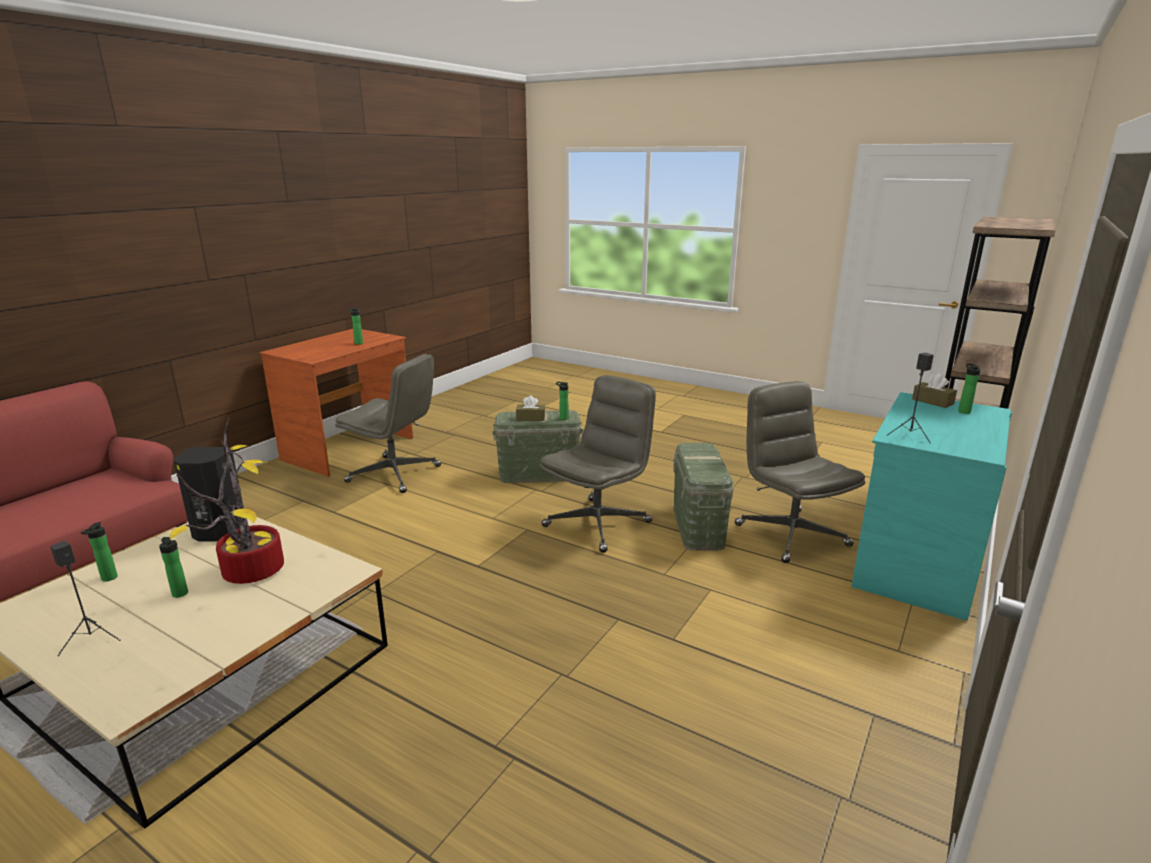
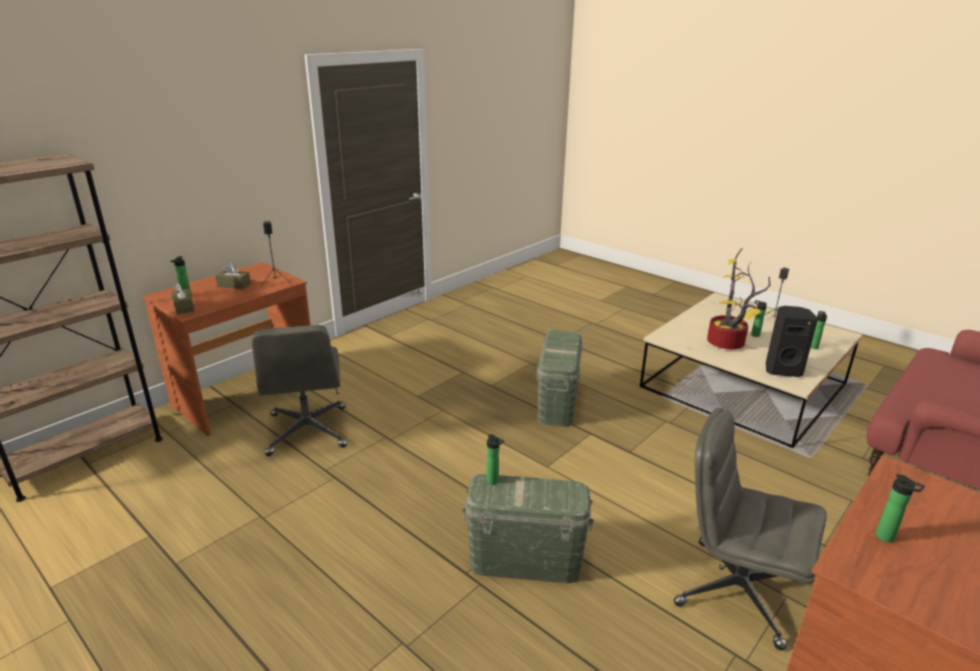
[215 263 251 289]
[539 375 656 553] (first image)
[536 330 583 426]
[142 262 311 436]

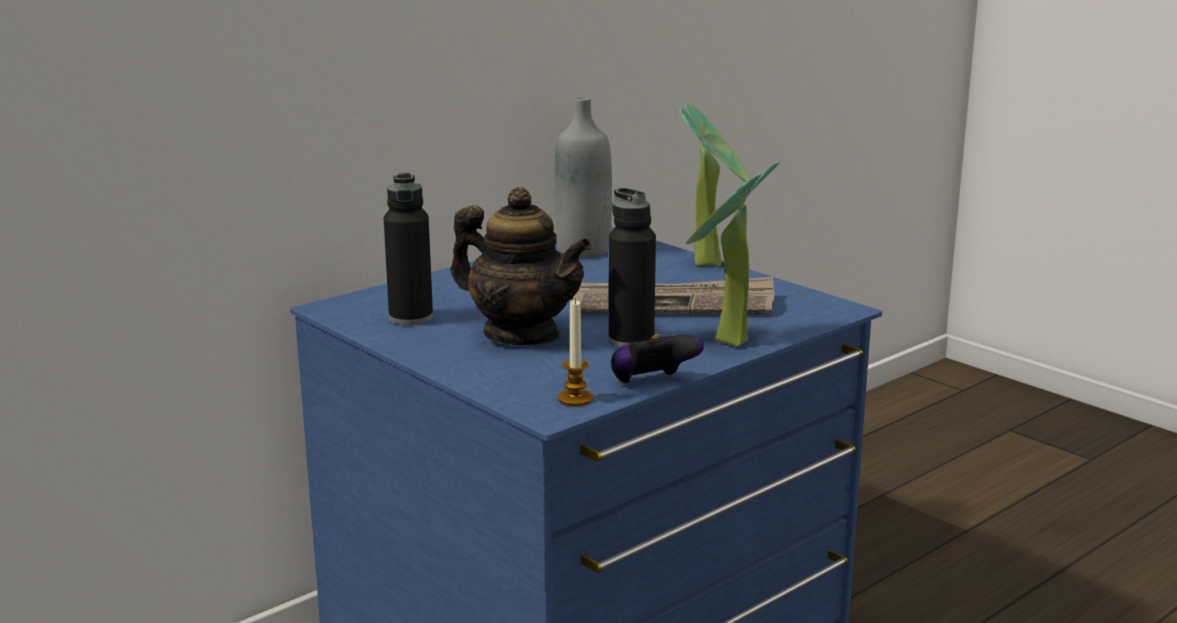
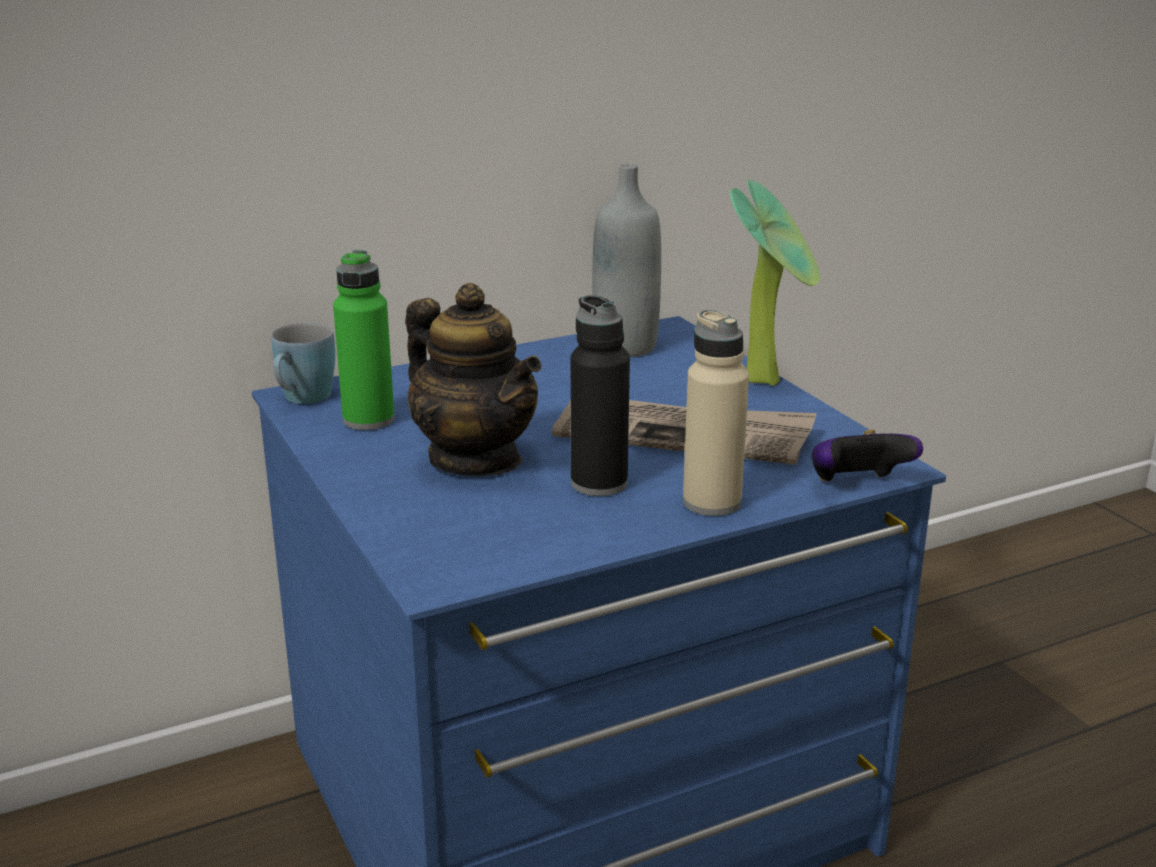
[333 250 395 430]
[558 298 594 406] (first image)
[812 429 923 481]
[683 310 749 516]
[271 322 335 404]

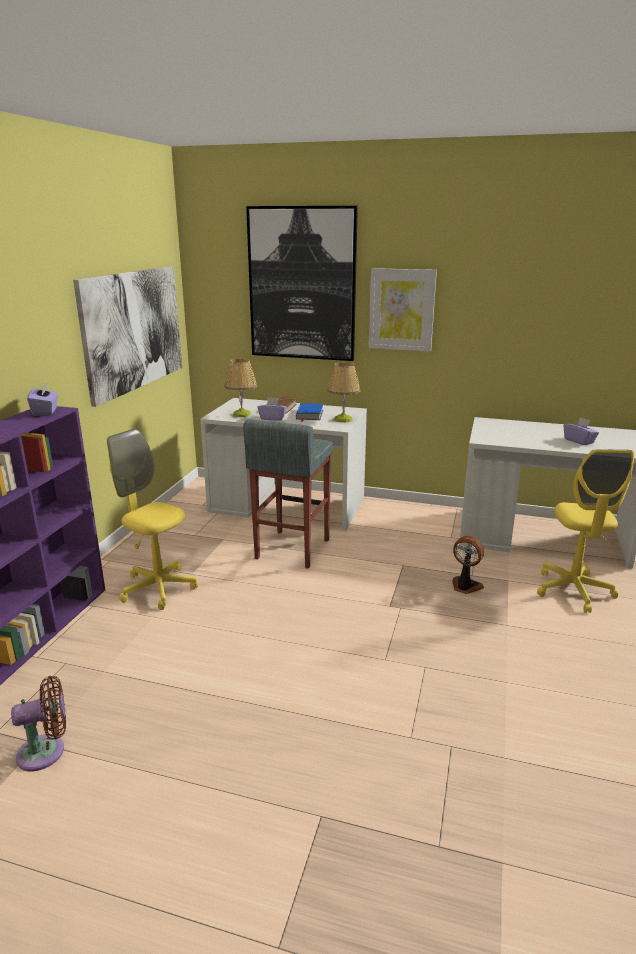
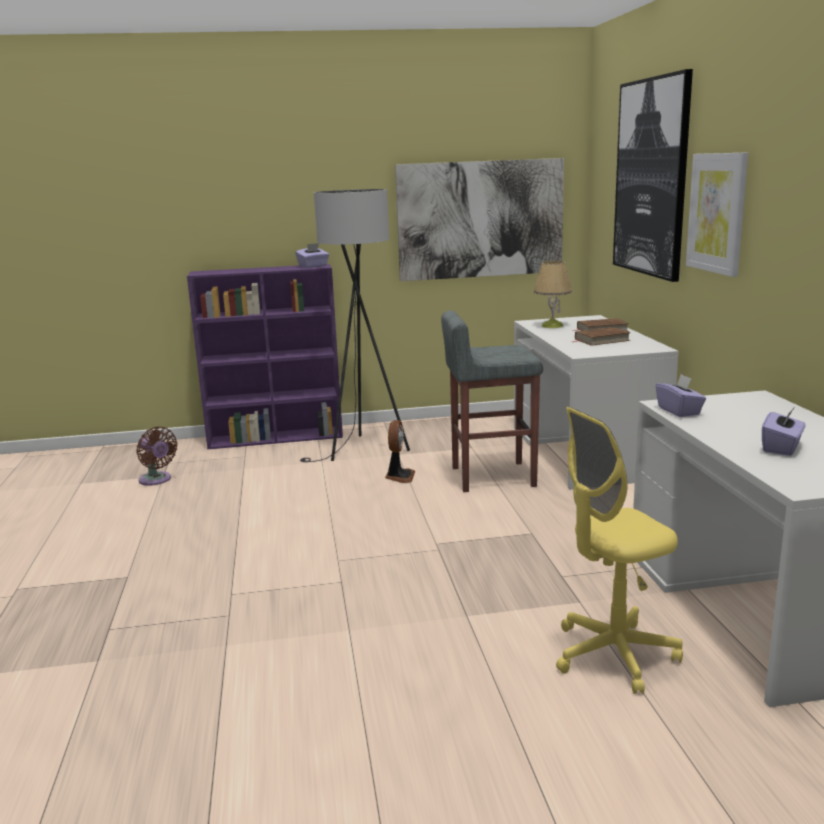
[300 189 410 462]
[656 374 706 417]
[574 327 631 346]
[327 362 361 422] (first image)
[385 420 415 483]

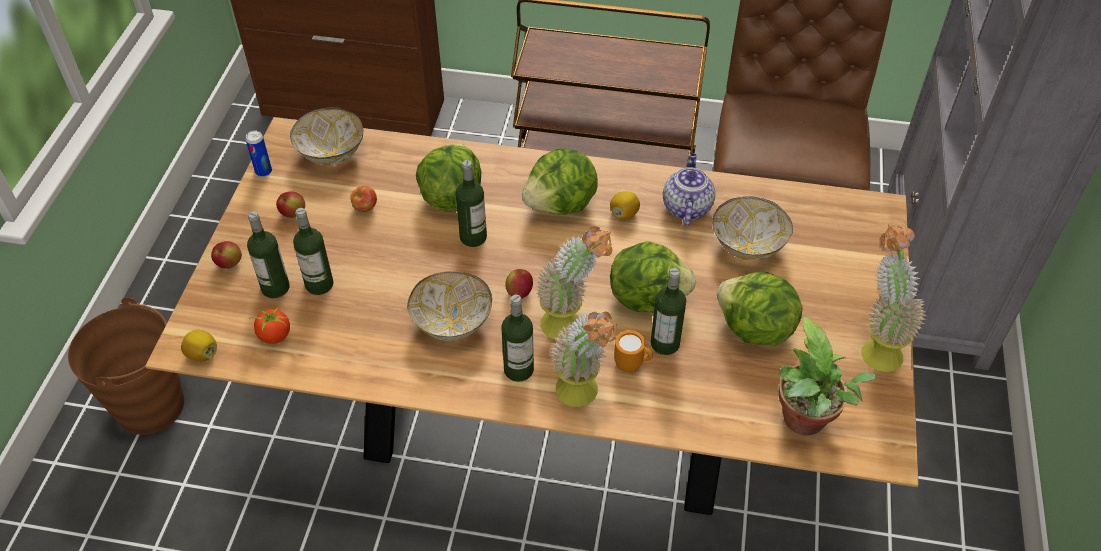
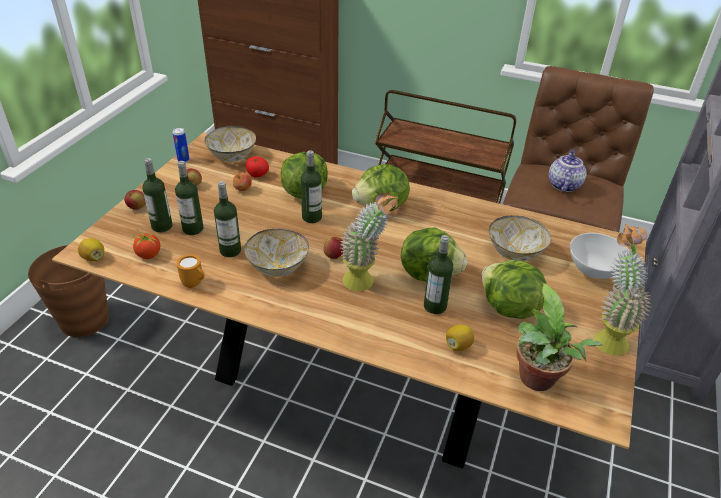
[214 181 241 257]
[550 310 617 407] (first image)
[446 325 474 351]
[177 254 205 288]
[548 149 587 192]
[246 157 269 177]
[570 233 629 279]

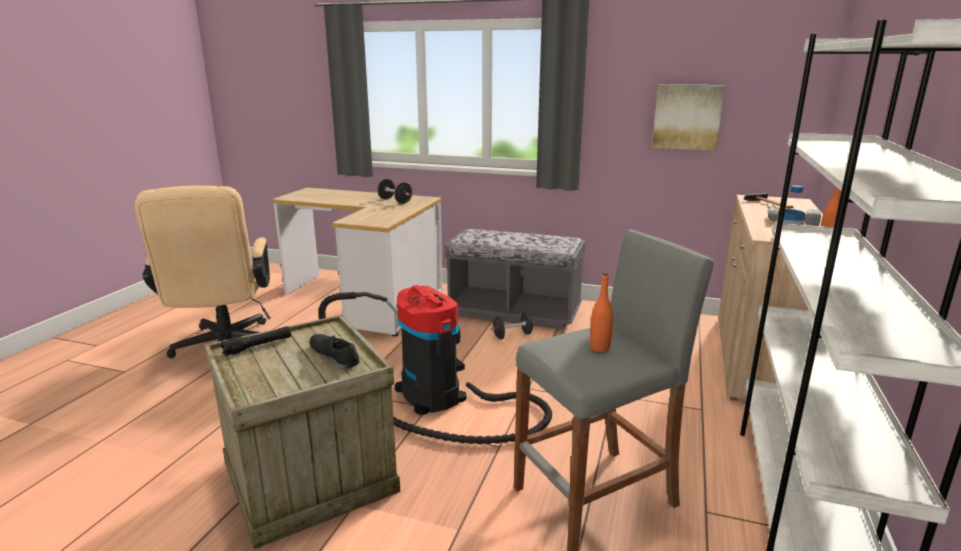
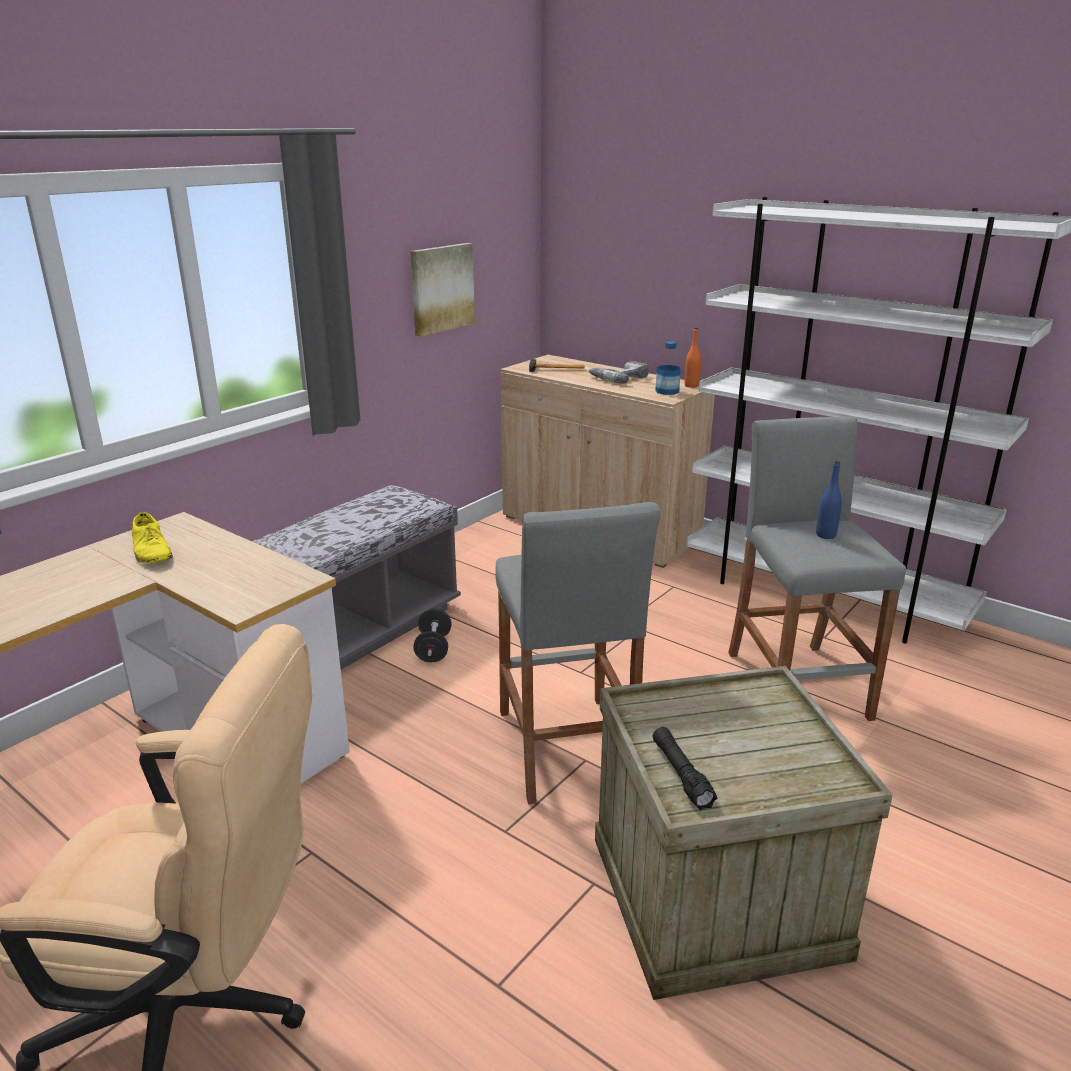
[309 334 360 369] (first image)
[495 502 660 805]
[132 512 173 563]
[816 461 842 539]

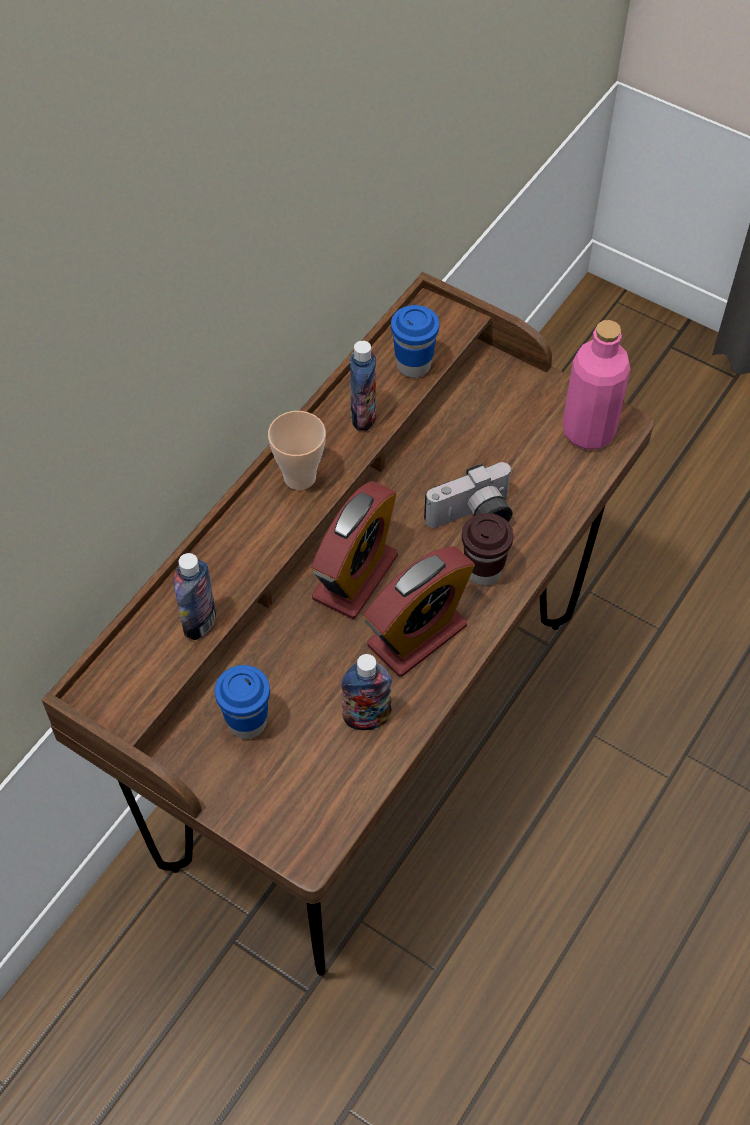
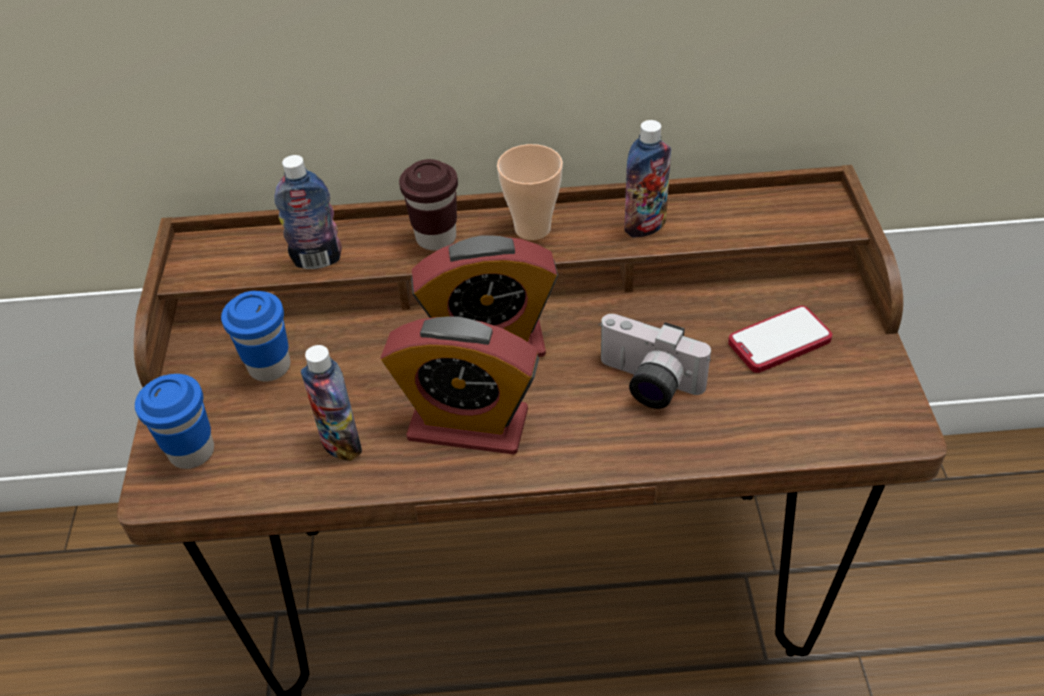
[135 374 214 469]
[399 159 458 250]
[562 320 630 450] (first image)
[728 306 832 373]

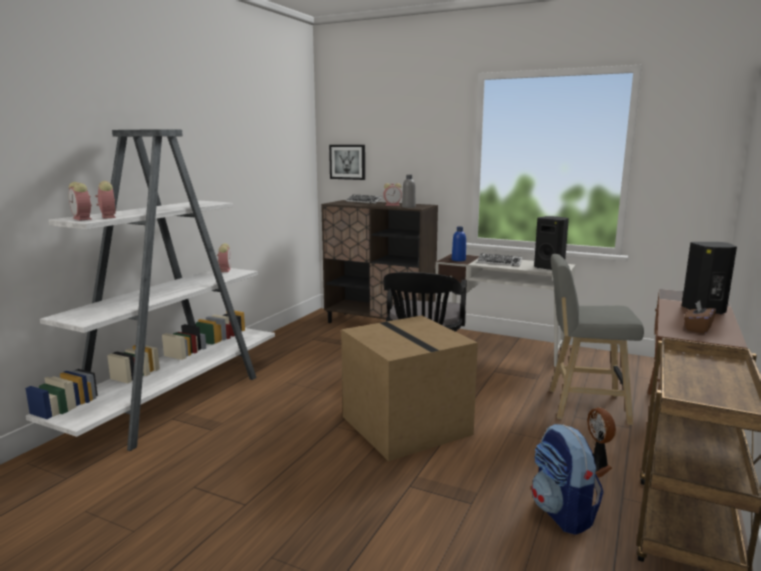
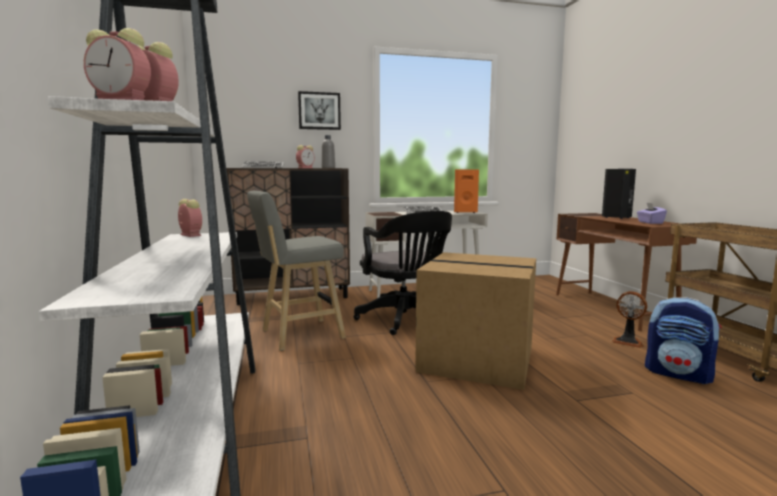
[298 91 341 130]
[452 227 466 261] (first image)
[454 169 479 213]
[247 191 346 351]
[637 203 667 224]

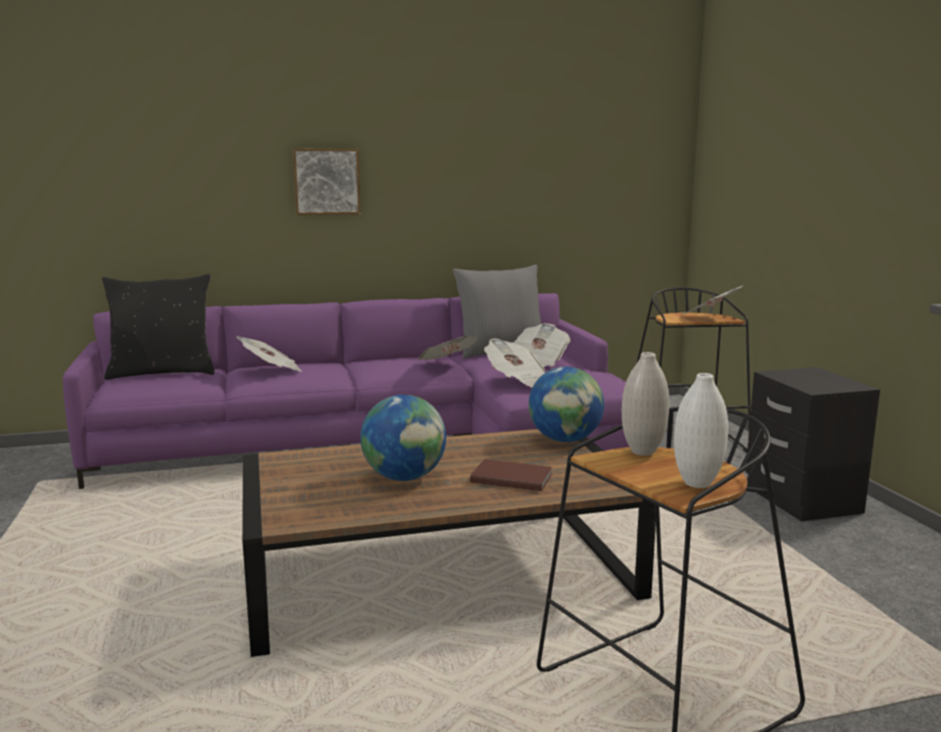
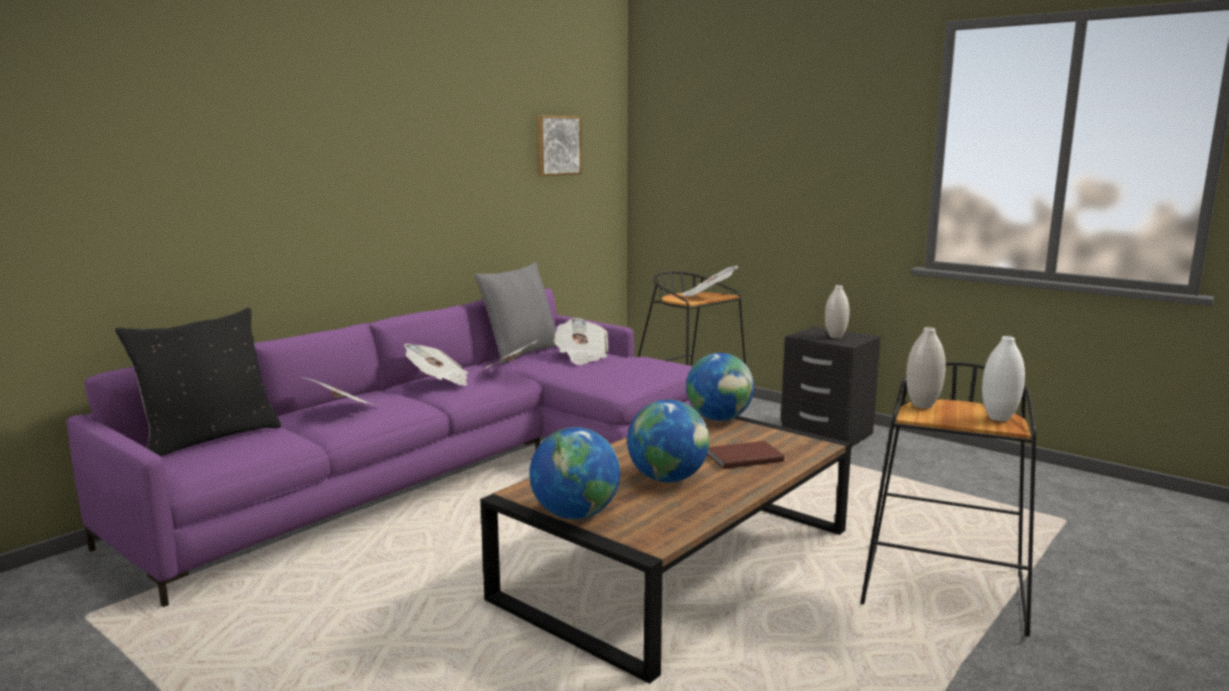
[536 115 582 176]
[404 343 468 386]
[529 427 620 519]
[825 285 849 338]

